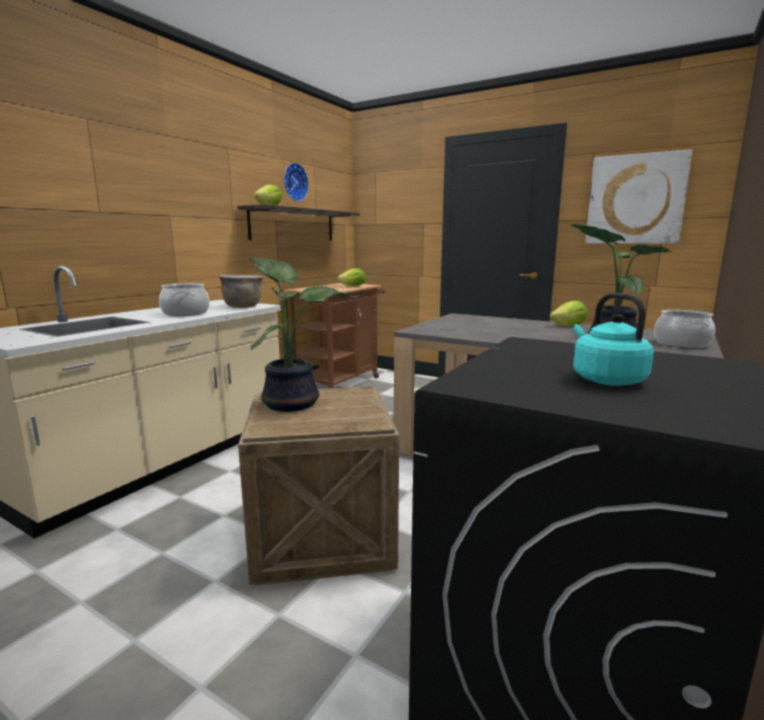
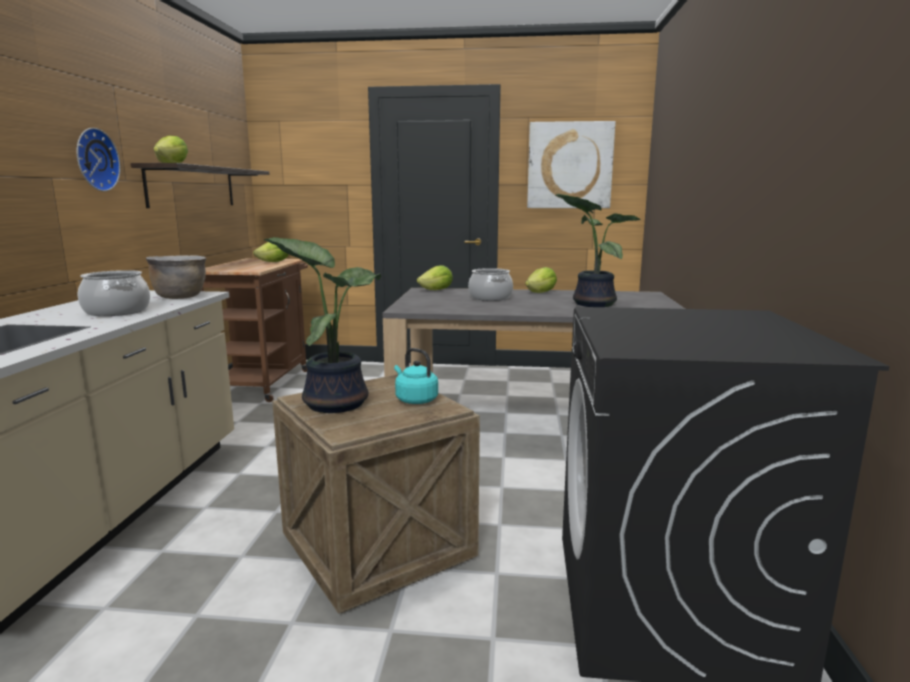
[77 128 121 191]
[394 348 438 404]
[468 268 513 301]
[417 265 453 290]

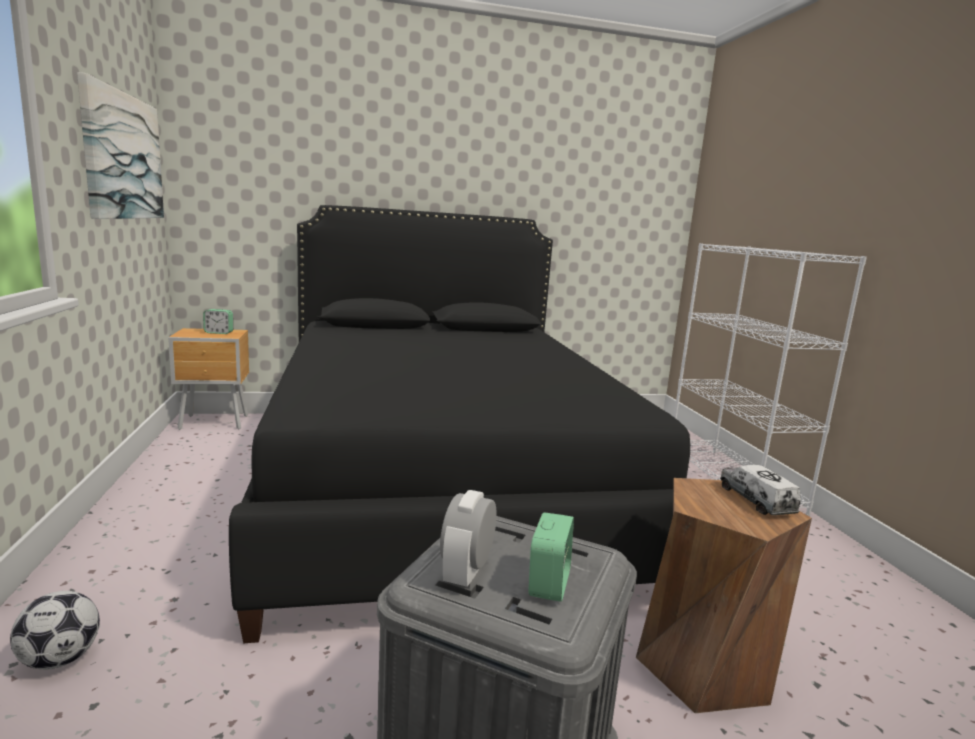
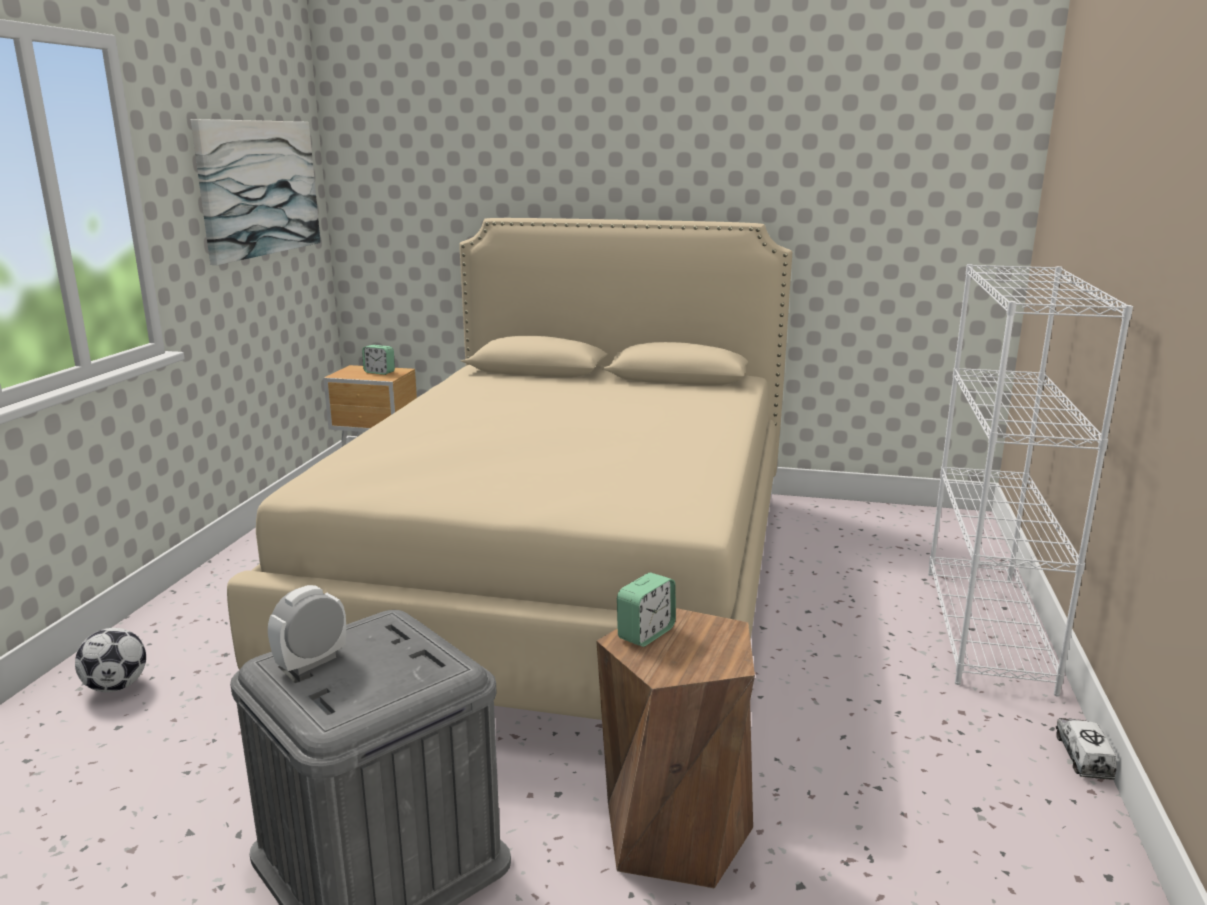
[227 218 792 720]
[617 573 676 647]
[1056 718 1117 780]

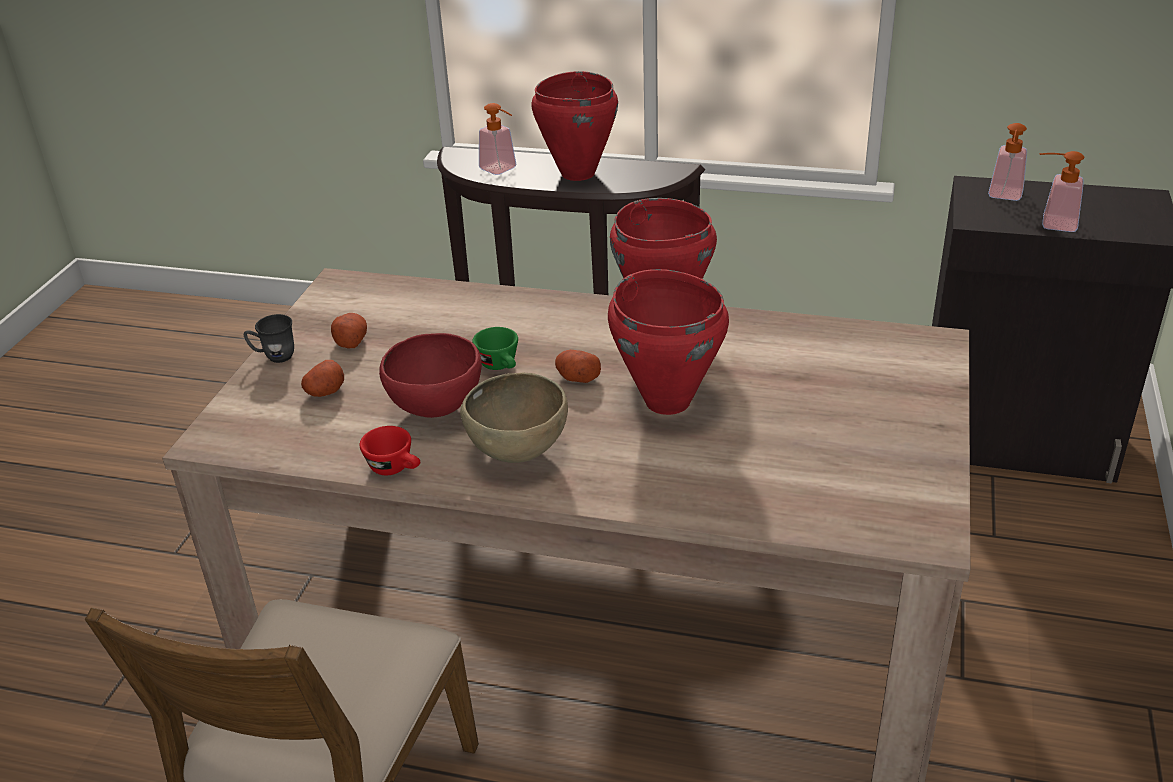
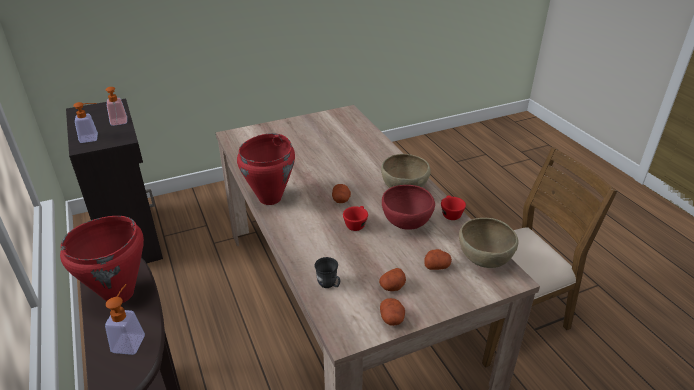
[315 257 341 288]
[343 206 368 231]
[608 269 729 415] (first image)
[380 298 405 326]
[459 218 518 268]

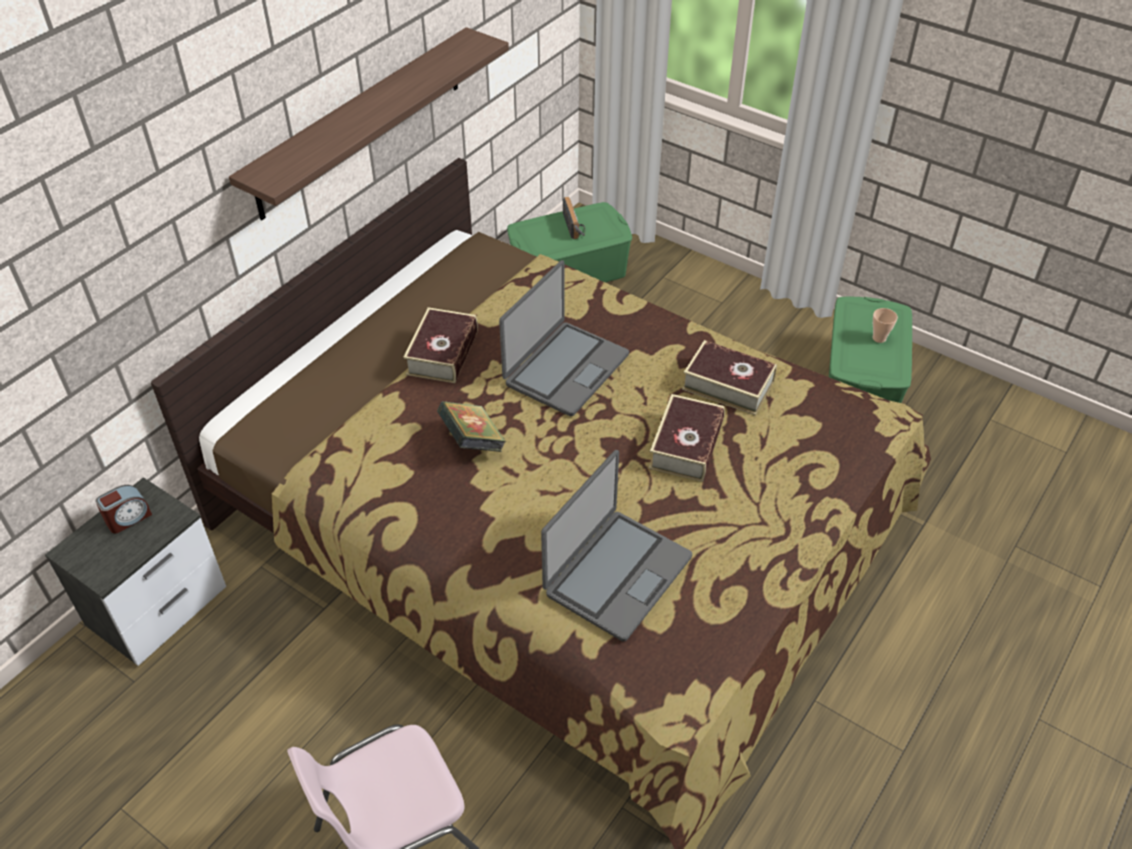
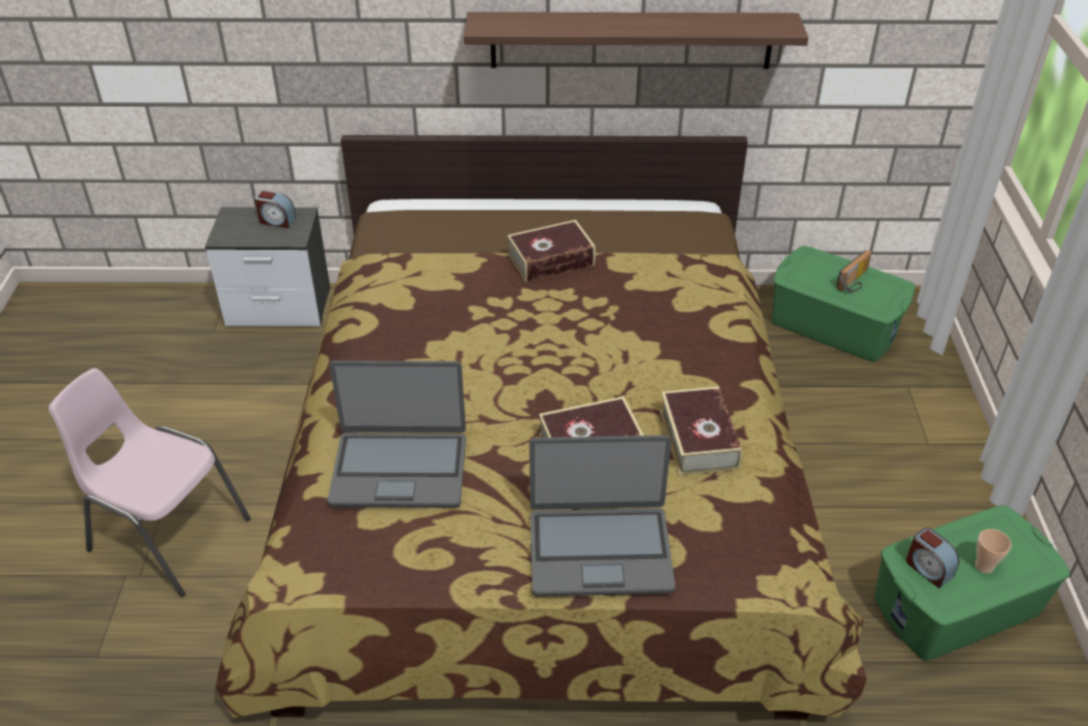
[437 402 506 452] (first image)
[529 435 675 597]
[906 527 959 589]

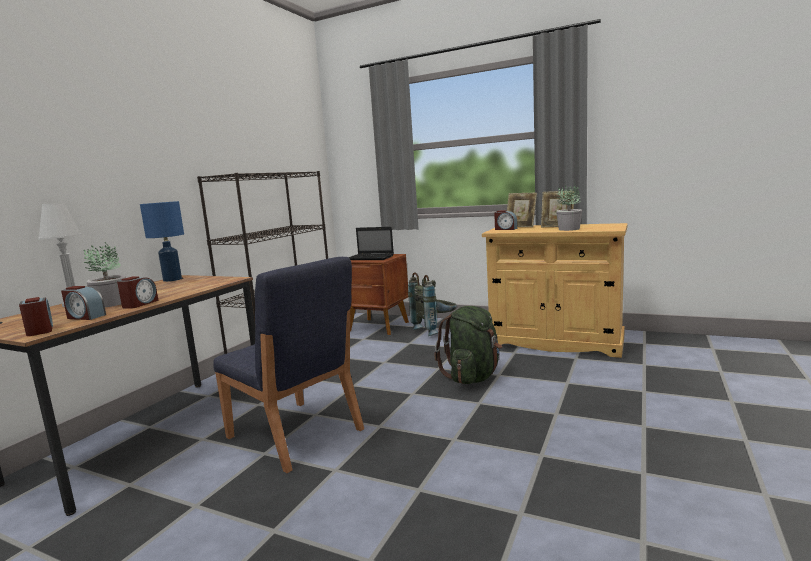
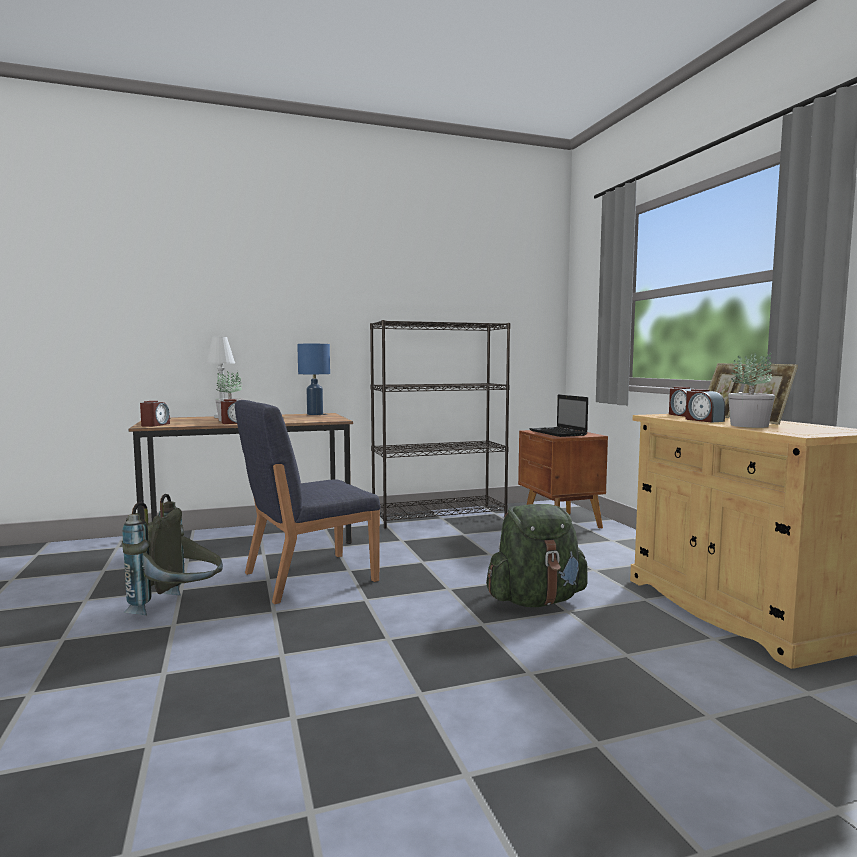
[685 389 726 423]
[235 400 380 604]
[122 494 223 615]

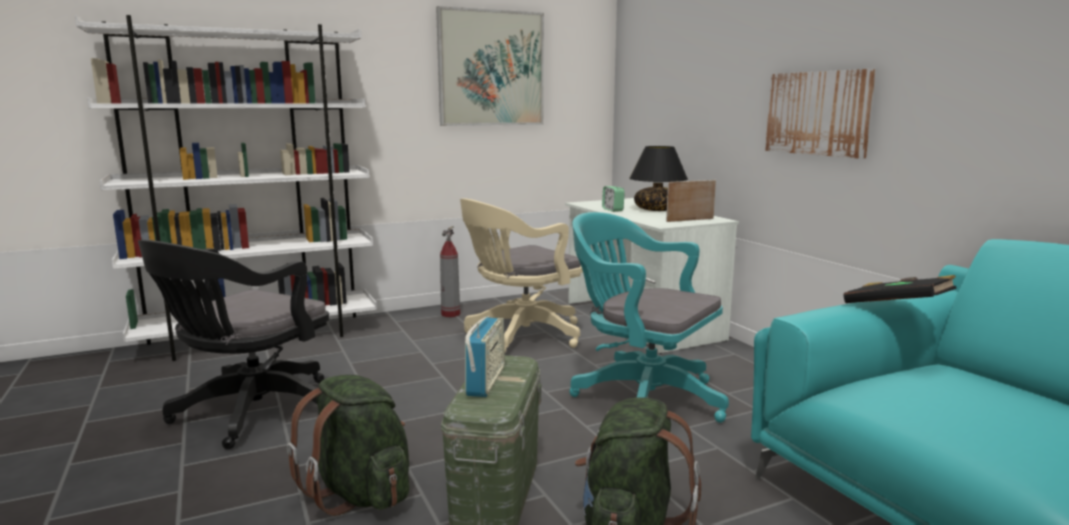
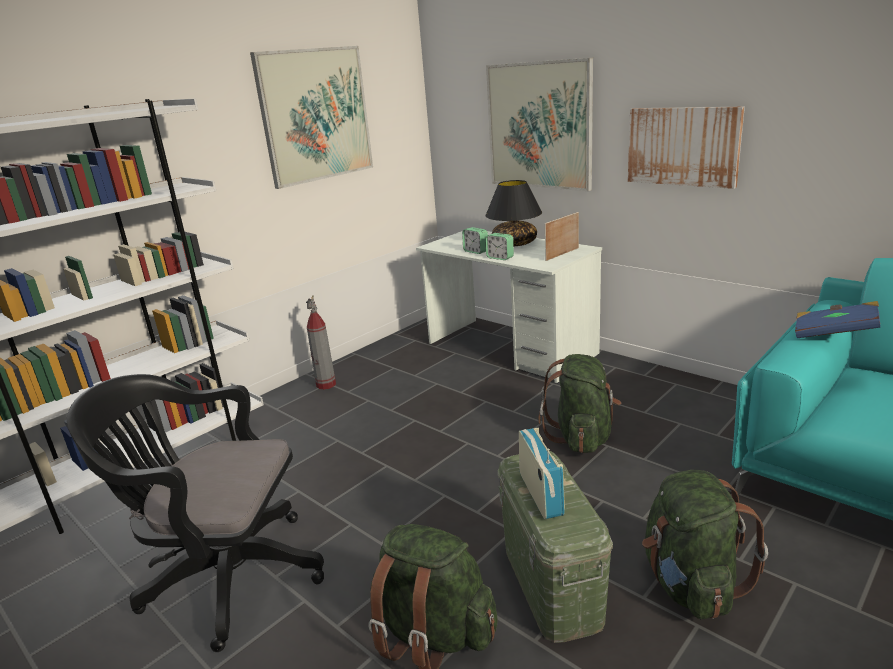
[67 374 324 652]
[460 198 583 353] (first image)
[538 354 621 453]
[795 301 881 338]
[486 58 593 191]
[486 233 514 260]

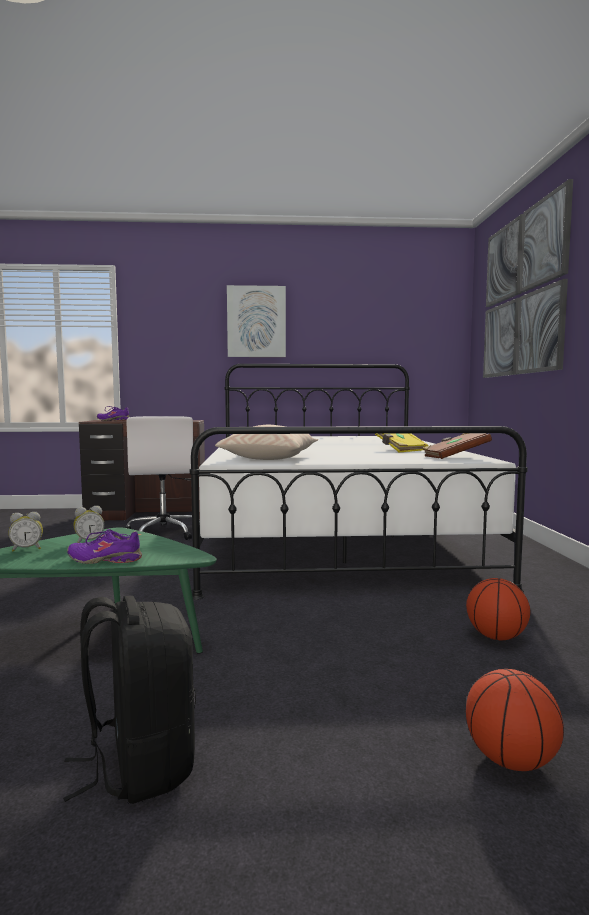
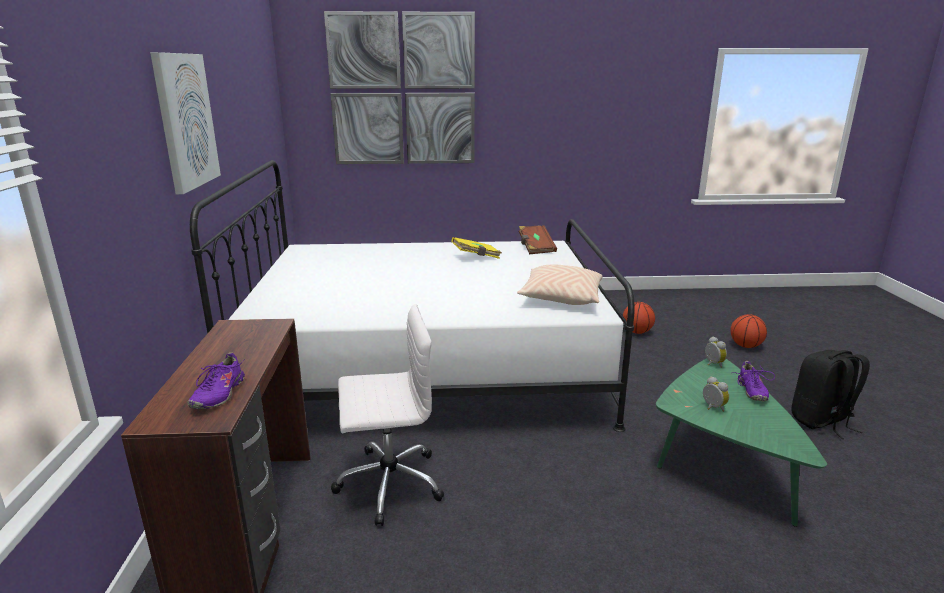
[705 336 727 368]

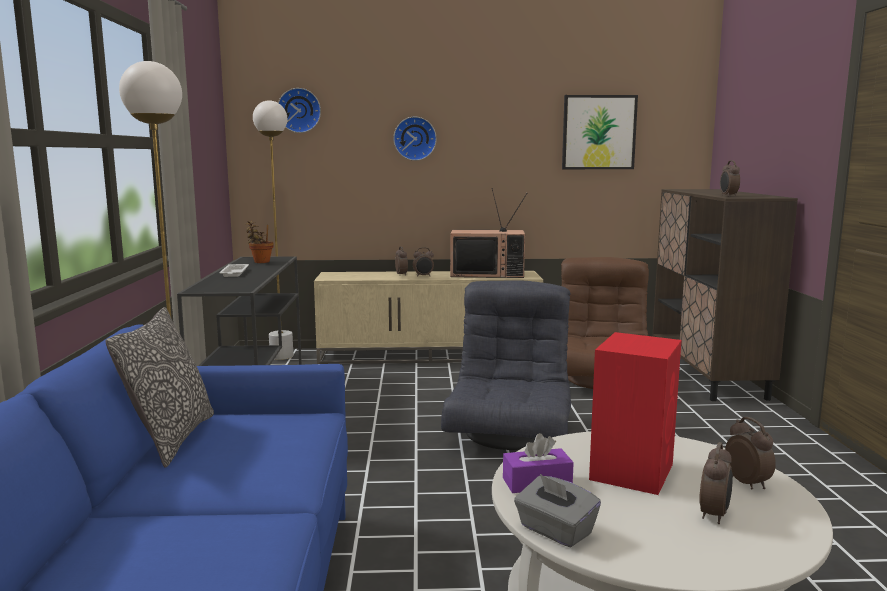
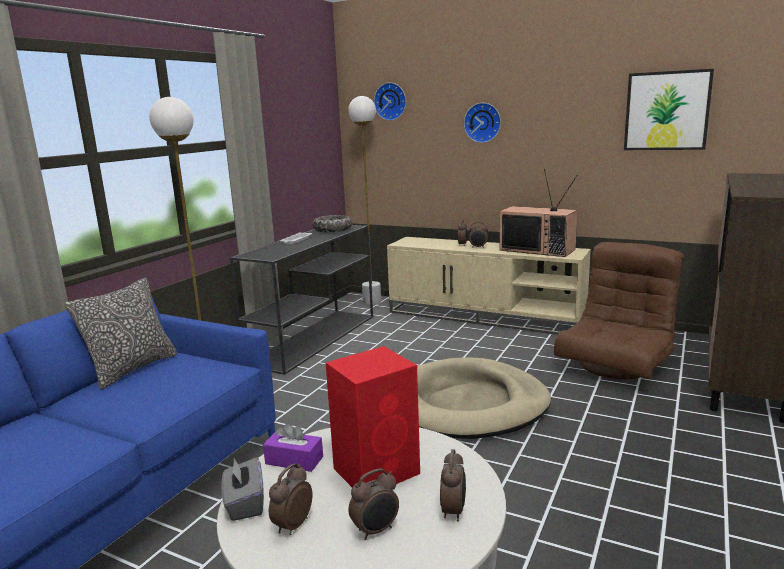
[313 215 352 233]
[417 357 551 439]
[269 463 313 535]

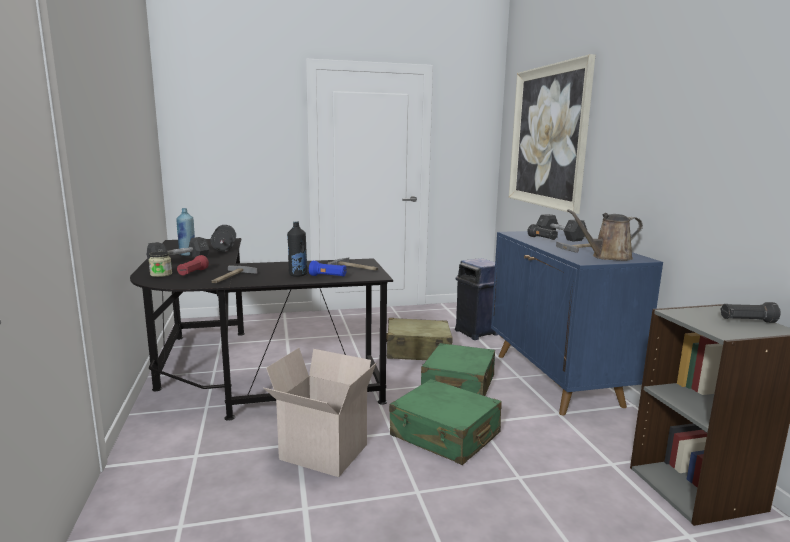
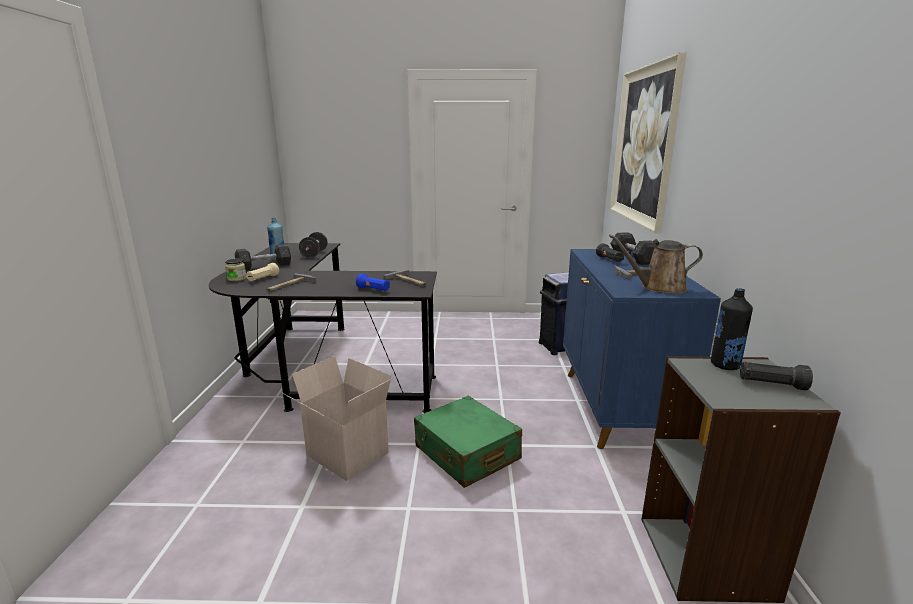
[246 263 279 281]
[711 288 753 370]
[386 318 453 360] (first image)
[421 343 495 396] (first image)

